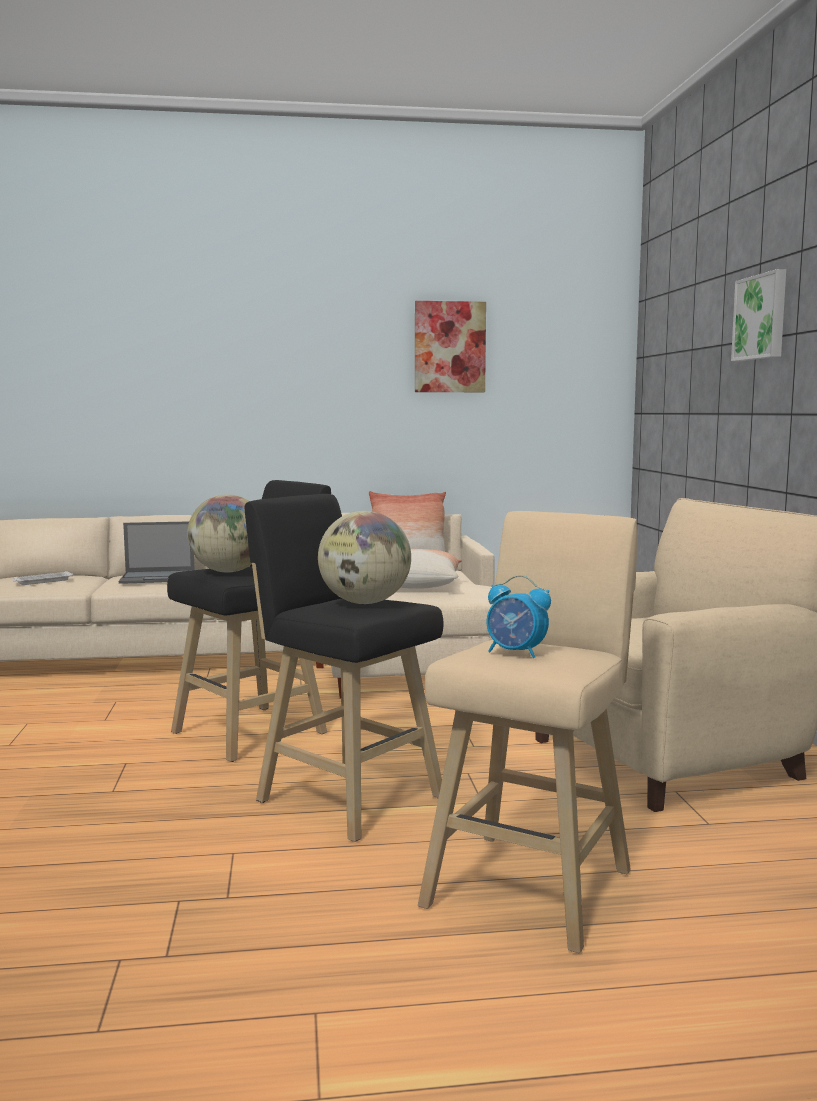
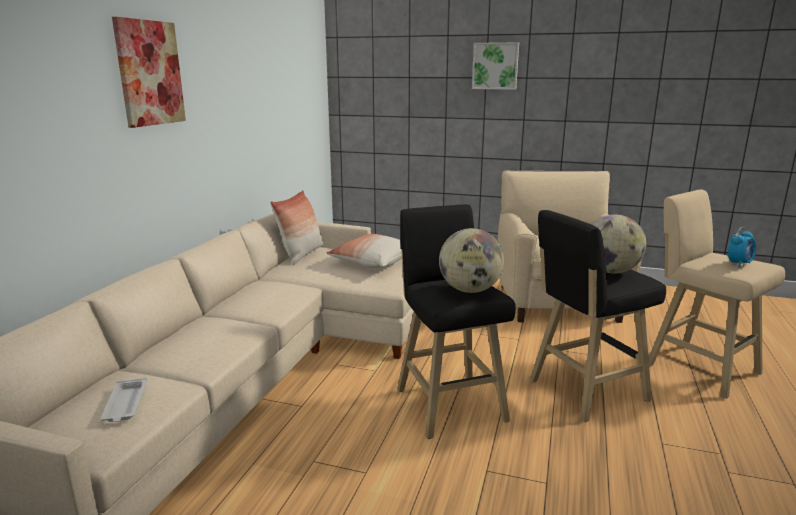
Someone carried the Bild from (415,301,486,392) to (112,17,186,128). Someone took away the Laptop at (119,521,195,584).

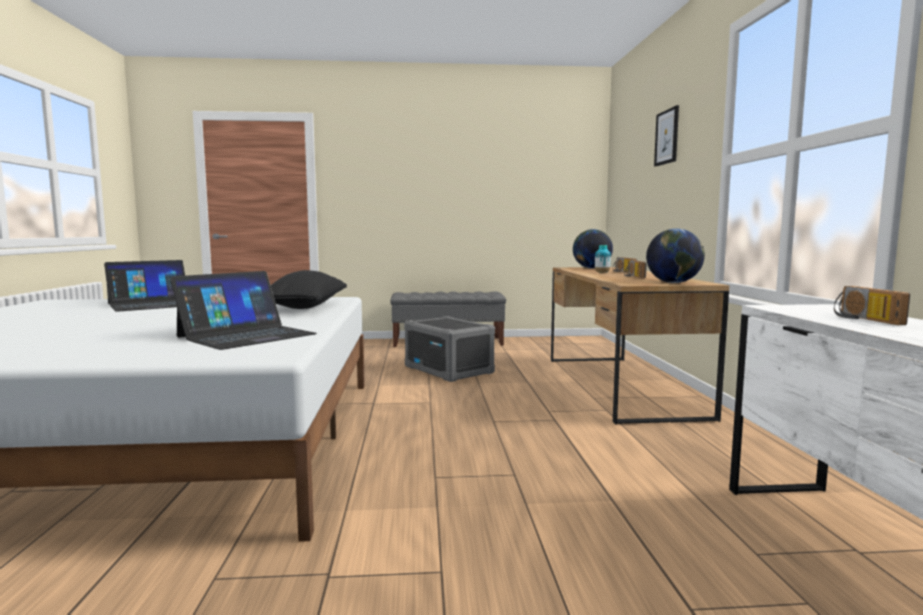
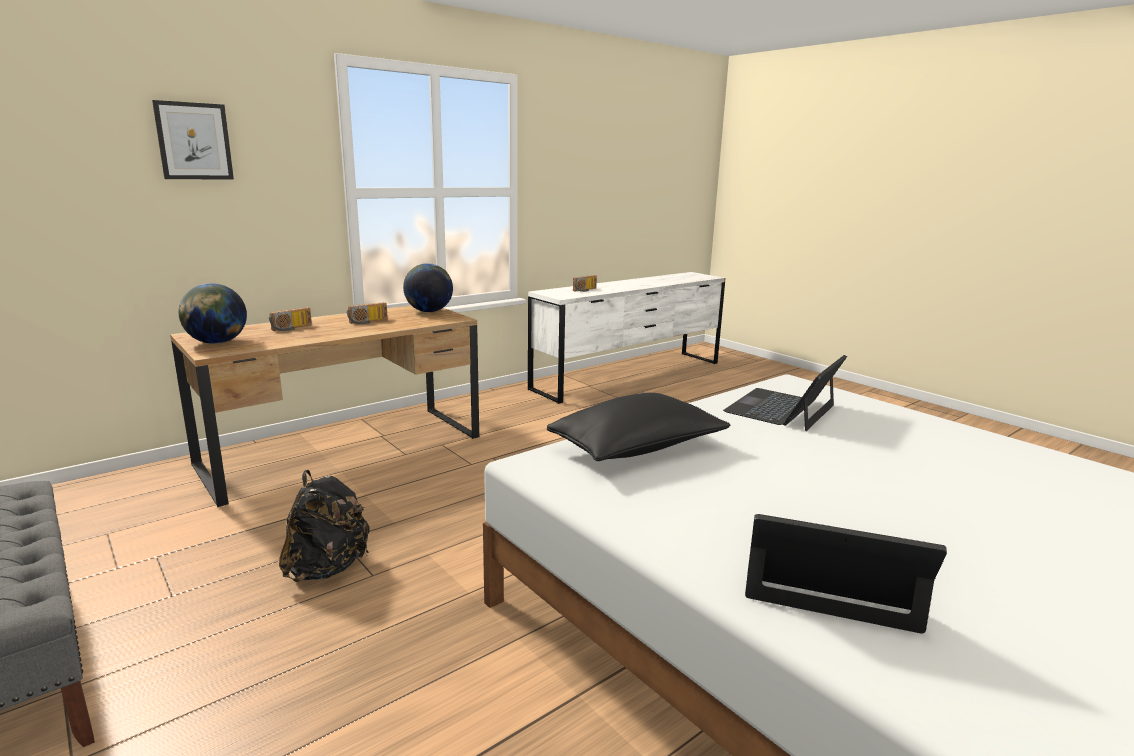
Someone swapped the Aufbewahrungsbox [grau] at (404,316,495,382) for the Rucksack [schwarz] at (279,470,370,582). Someone rotated the Laptop at (170,271,317,350) by 60 degrees counterclockwise. Someone took away the Vase at (595,245,611,273).

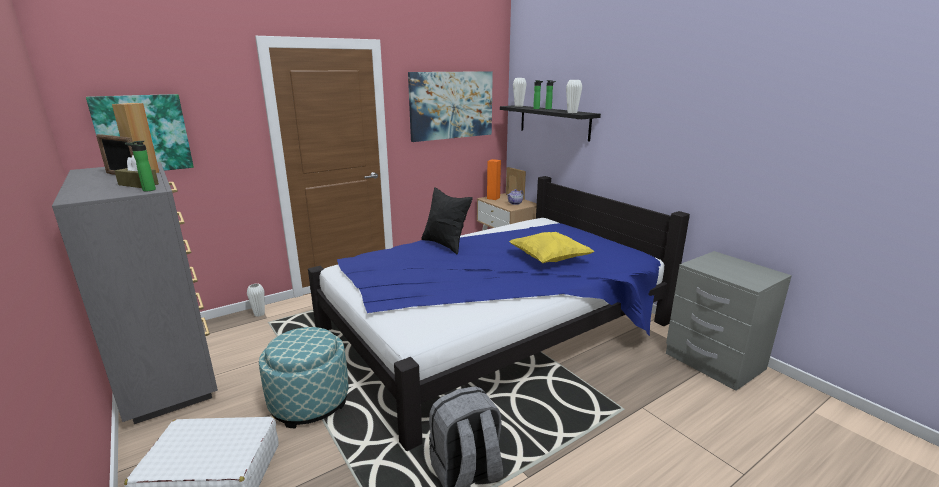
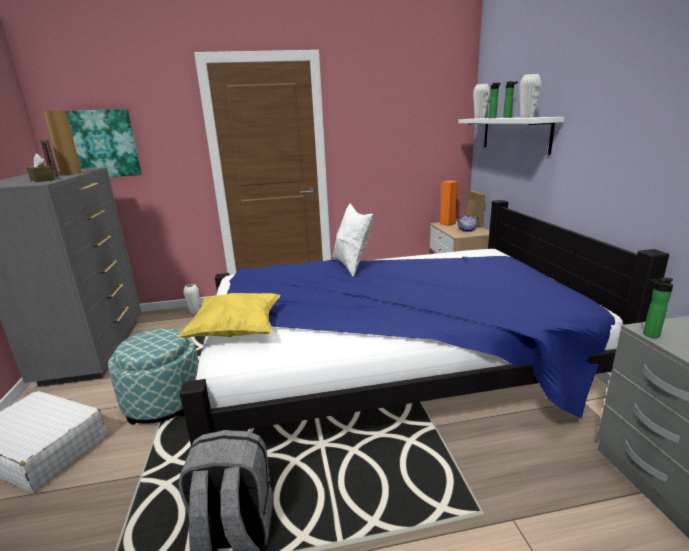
Someone carried the Kissen [gelb] from (509,232,595,263) to (178,293,281,338). Someone repainted the Kissen [schwarz] at (421,187,473,254), which became the Kissen [weiß] at (333,203,374,277). Someone repainted the Wandregal [schwarz] at (500,105,601,141), which became the Wandregal [weiß] at (458,117,564,155). Someone carried the Flasche from (125,141,156,191) to (643,278,673,338). Someone took away the Bild at (408,71,493,142).

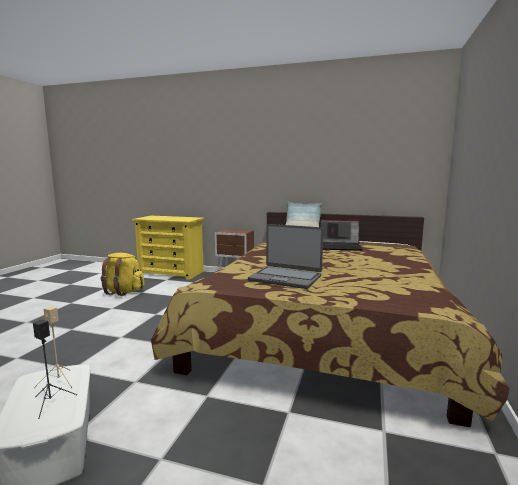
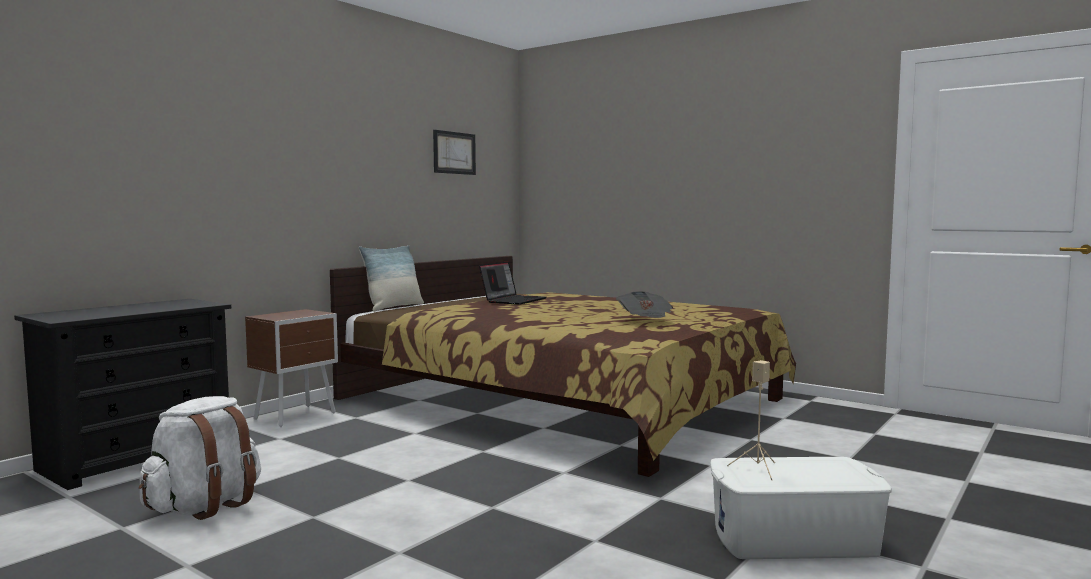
Someone repainted the Kommode [gelb] at (132,216,204,280), which became the Kommode [schwarz] at (14,299,231,490). Someone repainted the Rucksack [gelb] at (101,253,145,296), which became the Rucksack [weiß] at (139,396,261,520). Someone put up the Bild at (433,130,476,175). Someone swapped the Laptop at (248,224,324,289) for the Zeitung at (616,291,673,318). Someone took away the Lautsprecher [schwarz] at (33,320,77,419).

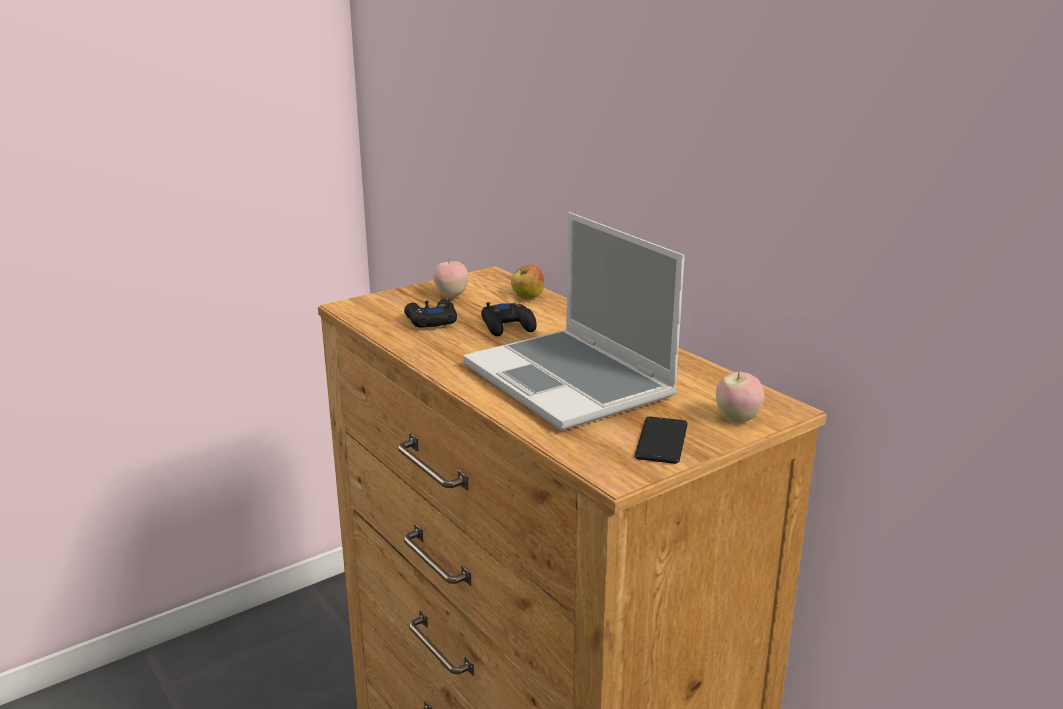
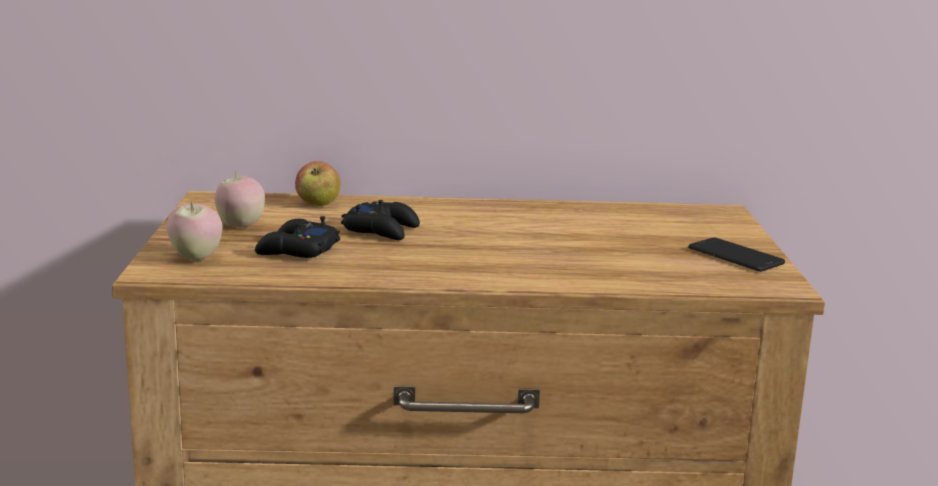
Someone carried the Apfel from (716,369,764,423) to (166,199,223,260). Someone took away the Laptop at (463,212,685,431).

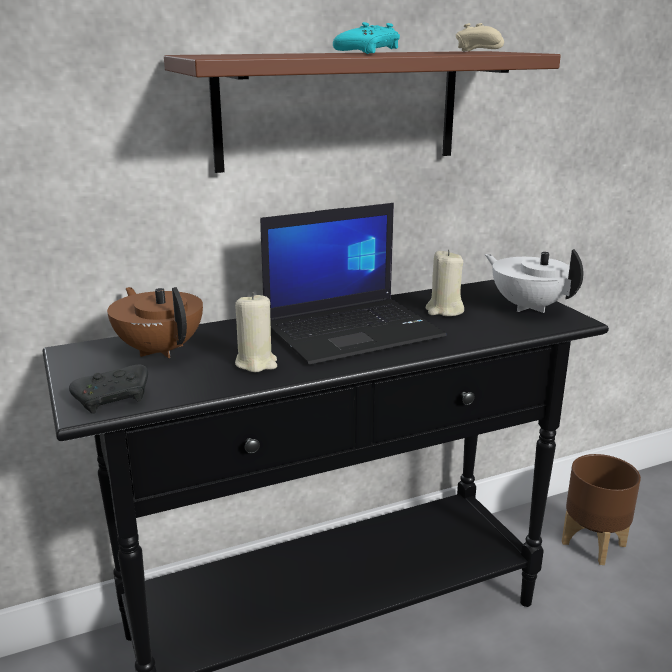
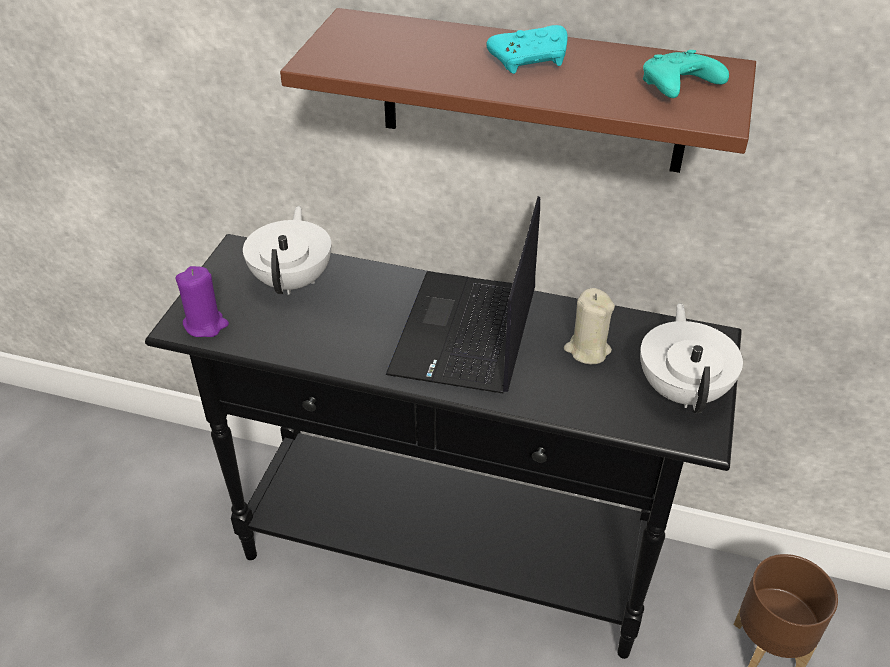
Someone swapped the Gamepad [schwarz] at (69,365,148,414) for the Kerze [lila] at (176,266,229,337). Someone repainted the Teekanne [braun] at (107,287,203,358), which became the Teekanne [weiß] at (243,206,331,295). Someone rotated the Laptop at (260,203,447,364) by 90 degrees clockwise. Someone repainted the Gamepad [beige] at (456,23,504,52), which became the Gamepad [türkis] at (643,50,729,98). Someone took away the Kerze [beige] at (235,292,277,372).

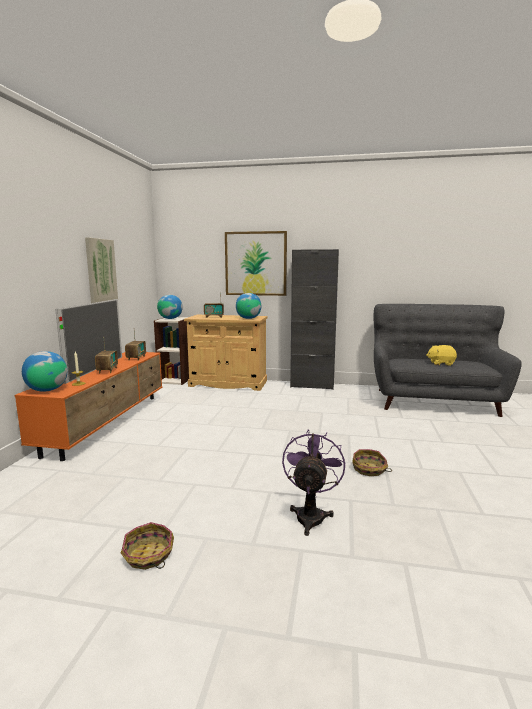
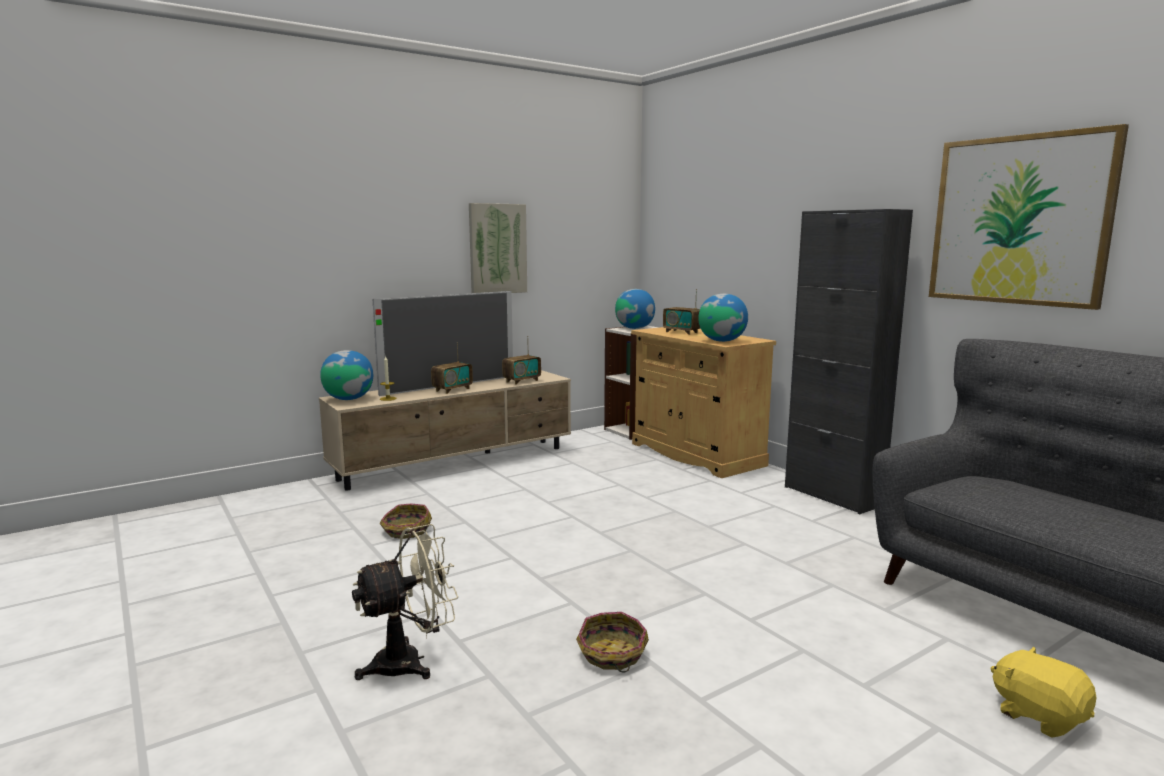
Someone repainted the Fernsehschrank [orange] at (15,352,162,461), which became the Fernsehschrank [beige] at (319,370,571,490). Someone repainted the Ventilator [lila] at (282,430,345,536), which became the Ventilator [beige] at (352,524,458,680). Someone carried the Korb from (120,522,174,570) to (380,504,432,539). Someone carried the Bild from (225,231,287,296) to (929,124,1129,310). Someone carried the Plüschtier [gelb] from (426,345,457,366) to (990,647,1096,738).

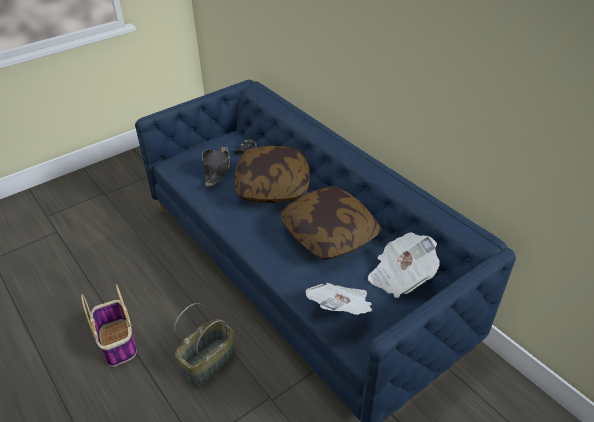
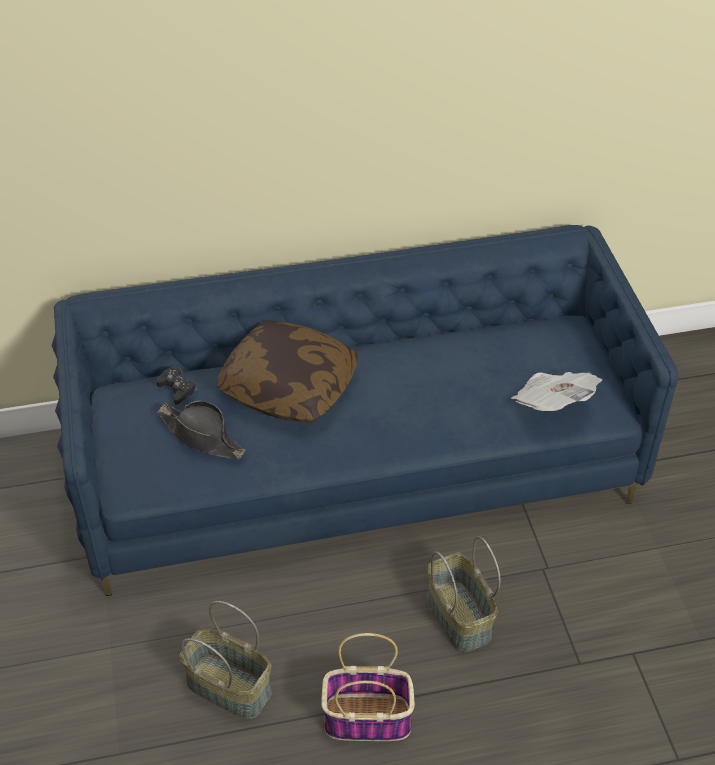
Someone put down the Korb at (179,601,272,719). Someone took away the Kissen at (280,186,382,260). Someone took away the Zeitung at (368,232,440,298).

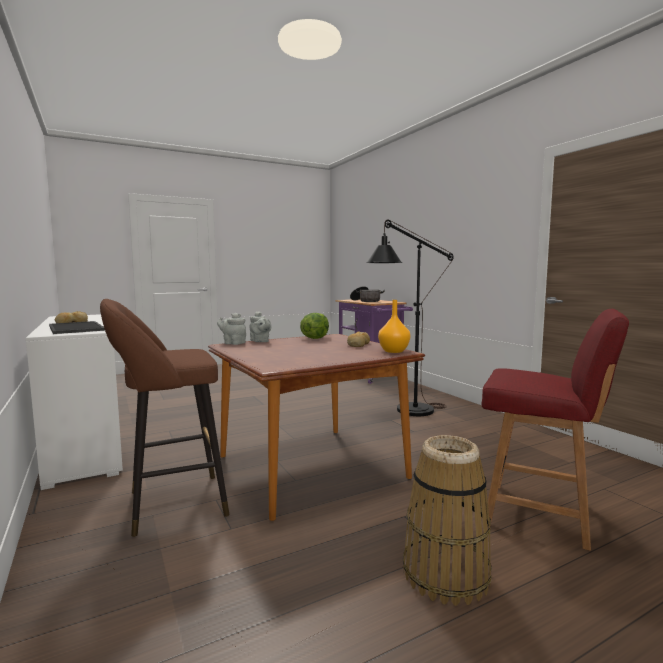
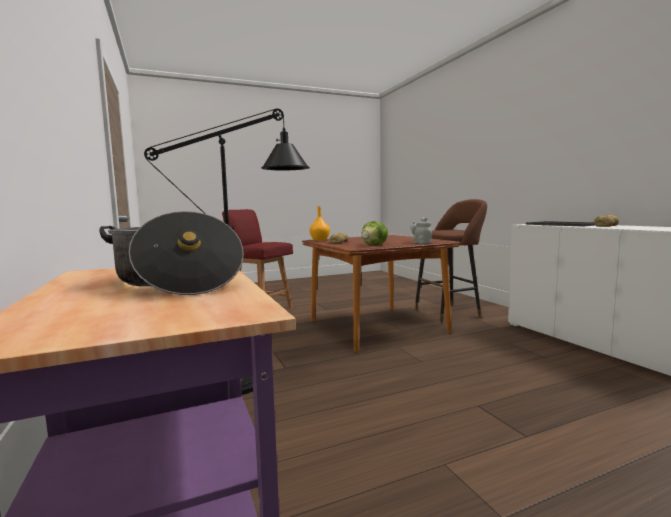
Someone took away the Teekanne [grau] at (217,313,246,345). Someone took away the Korb at (403,435,492,606).

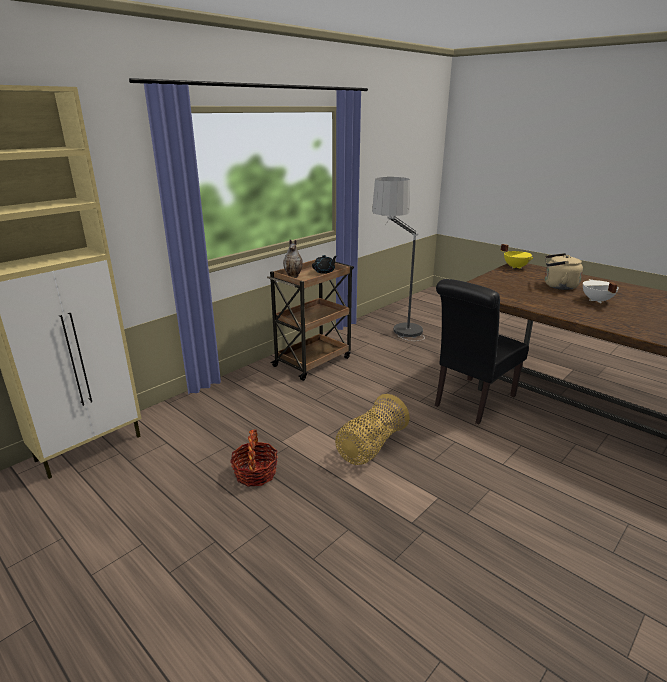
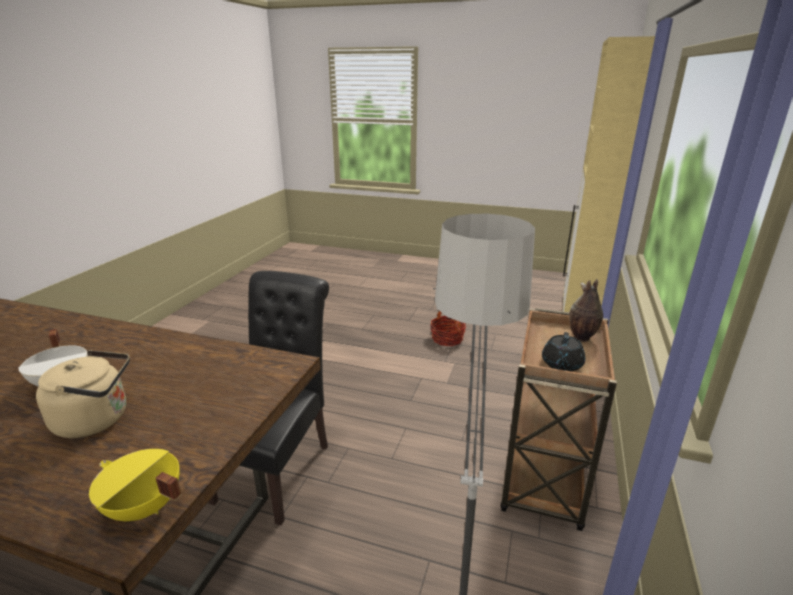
Someone took away the Korb at (335,394,410,465).

